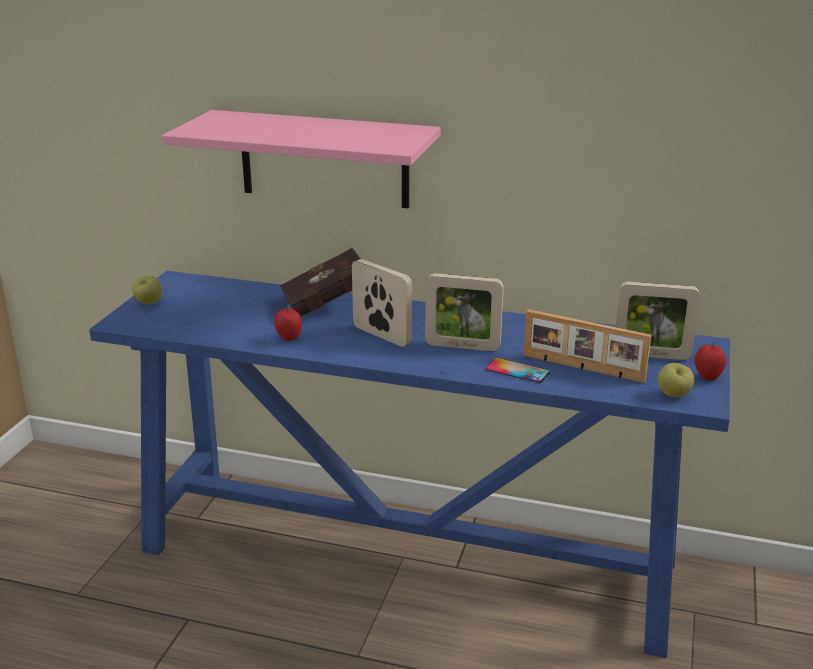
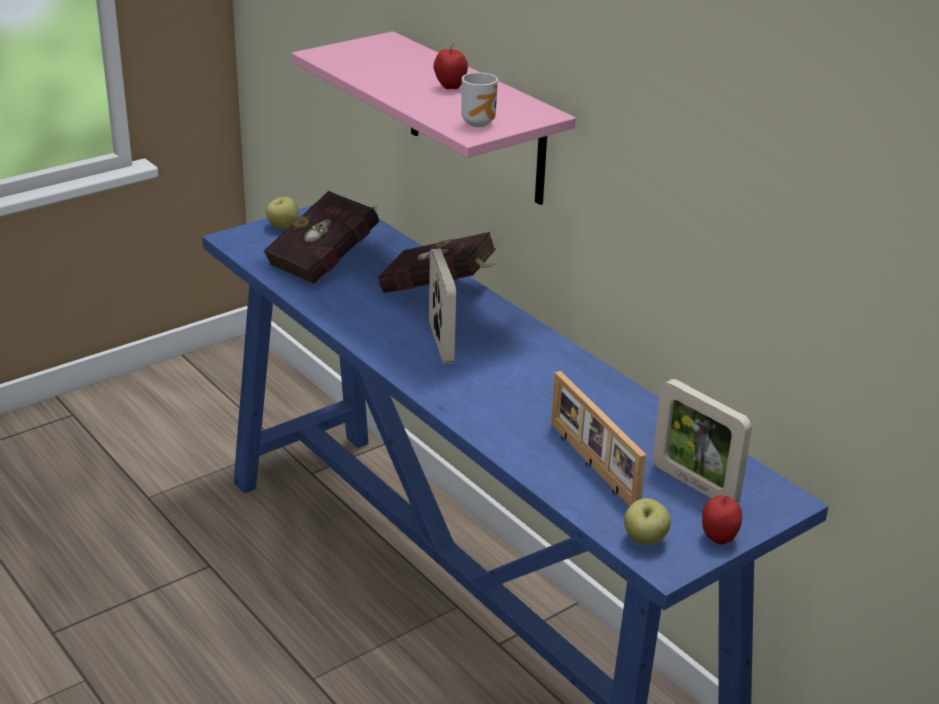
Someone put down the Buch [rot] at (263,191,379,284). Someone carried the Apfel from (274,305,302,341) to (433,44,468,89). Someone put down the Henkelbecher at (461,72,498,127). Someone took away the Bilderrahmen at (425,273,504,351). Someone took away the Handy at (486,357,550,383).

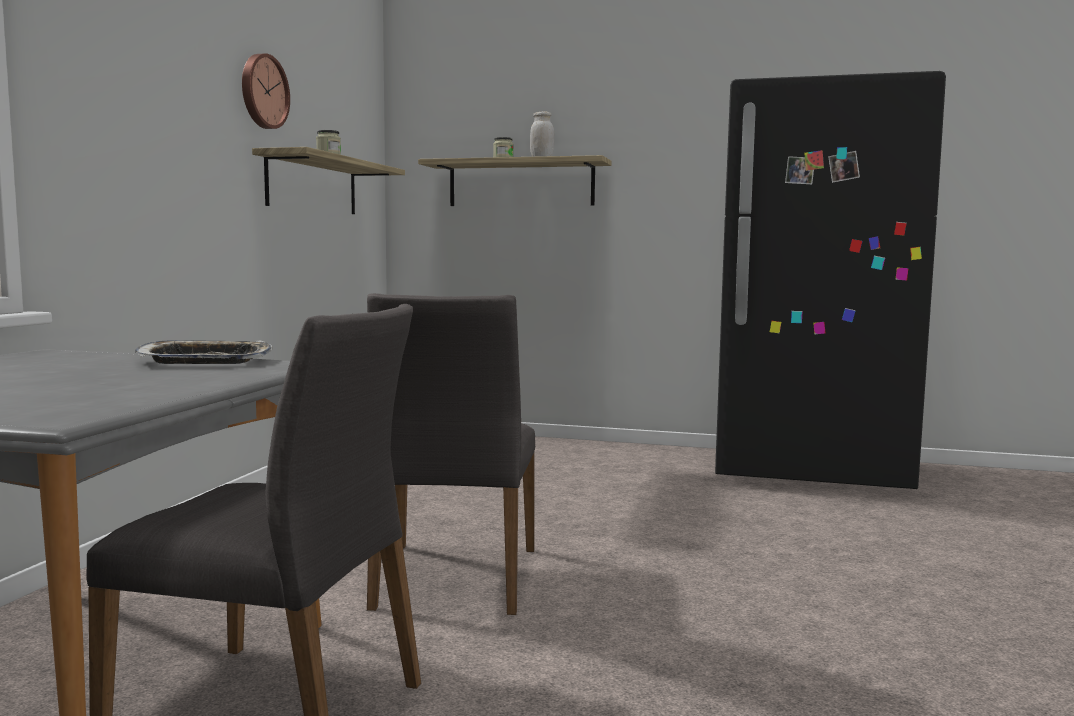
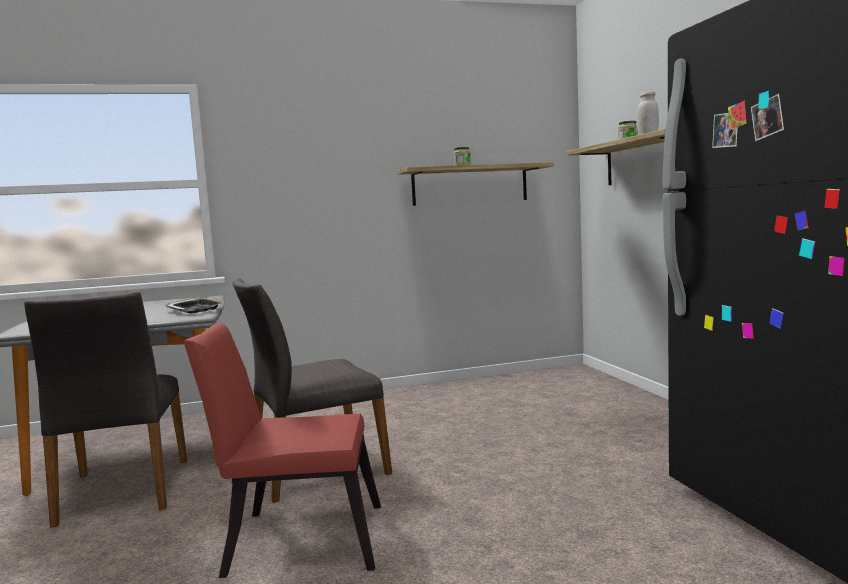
Someone put down the Stuhl [rot] at (183,323,381,578). Someone took away the Wanduhr at (242,53,290,129).

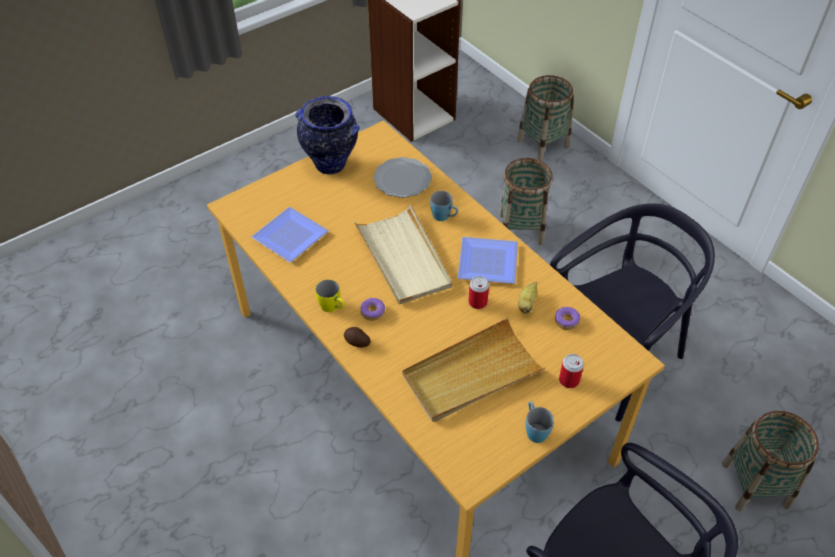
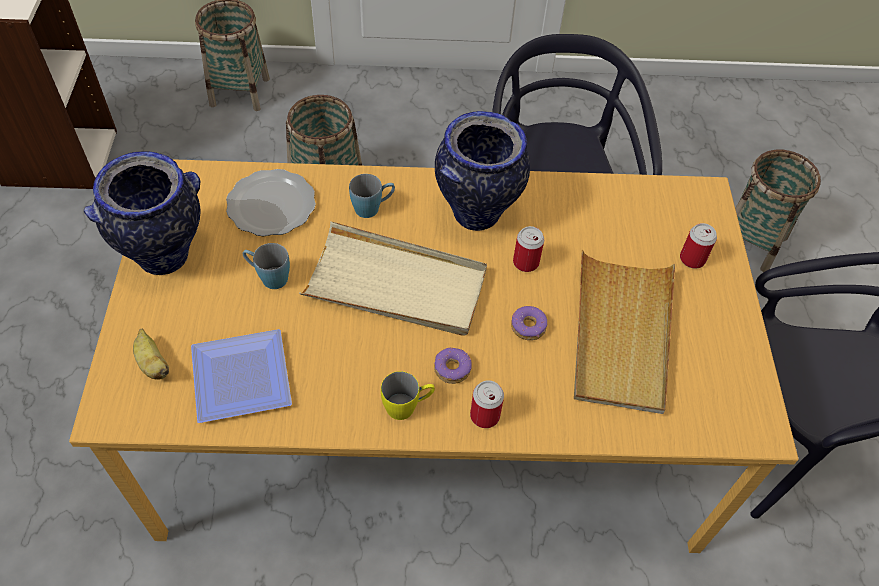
Someone carried the Banane from (518,282,537,314) to (133,329,169,379). Someone carried the Henkelbecher [blau] from (526,401,554,443) to (242,243,290,289). Someone swapped the Teller at (458,237,518,284) for the Vase at (435,111,530,231). Someone swapped the Kartoffel at (344,327,371,347) for the Dose at (470,380,504,428). Someone carried the Donut from (555,307,580,330) to (511,306,547,340).

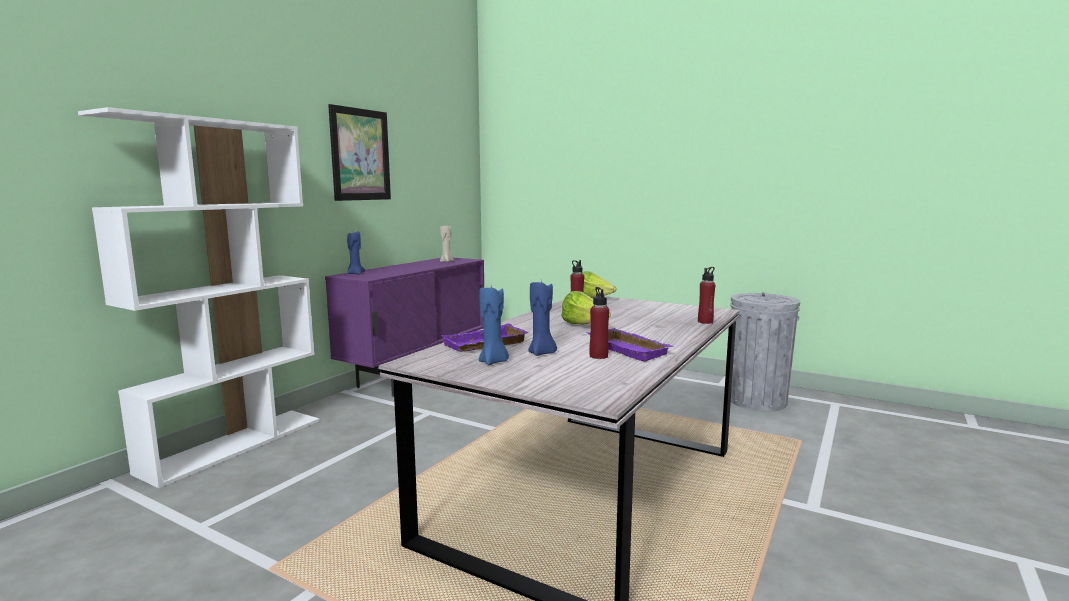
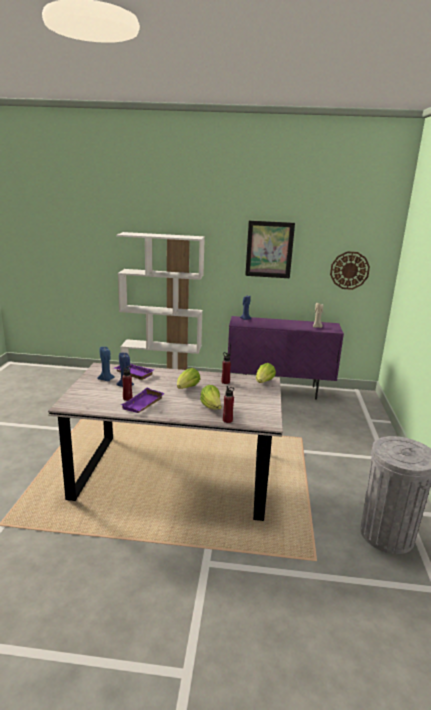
Someone put down the Salatkopf at (200,385,222,410). Someone put up the Wanduhr at (330,251,370,290).

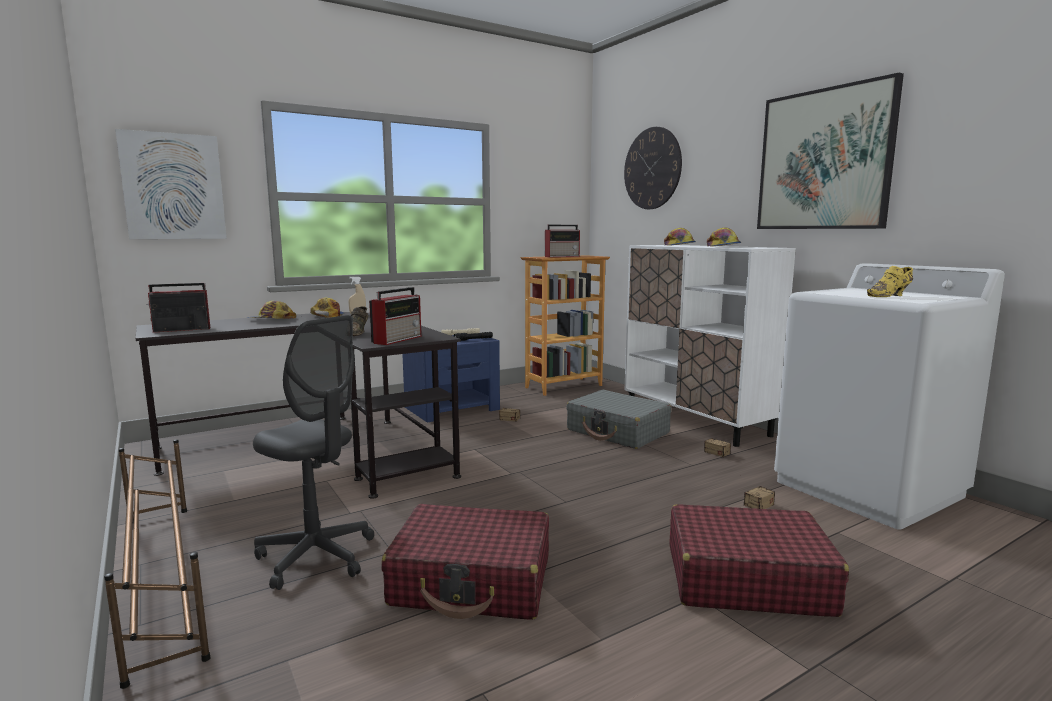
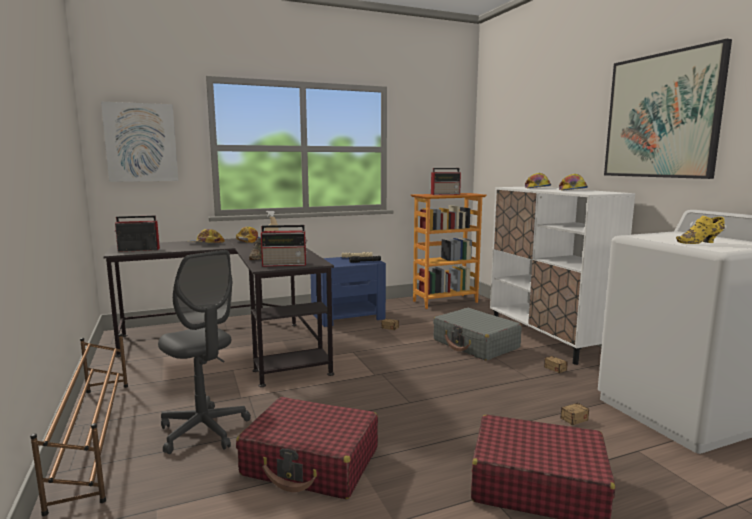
Someone rotated the Radio at (369,287,421,345) by 45 degrees clockwise. Someone took away the Wanduhr at (624,127,682,209).

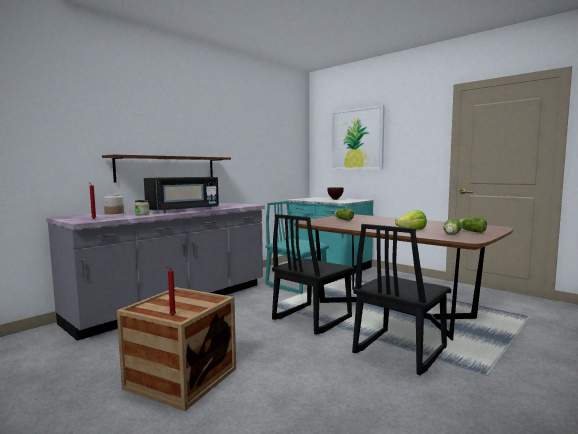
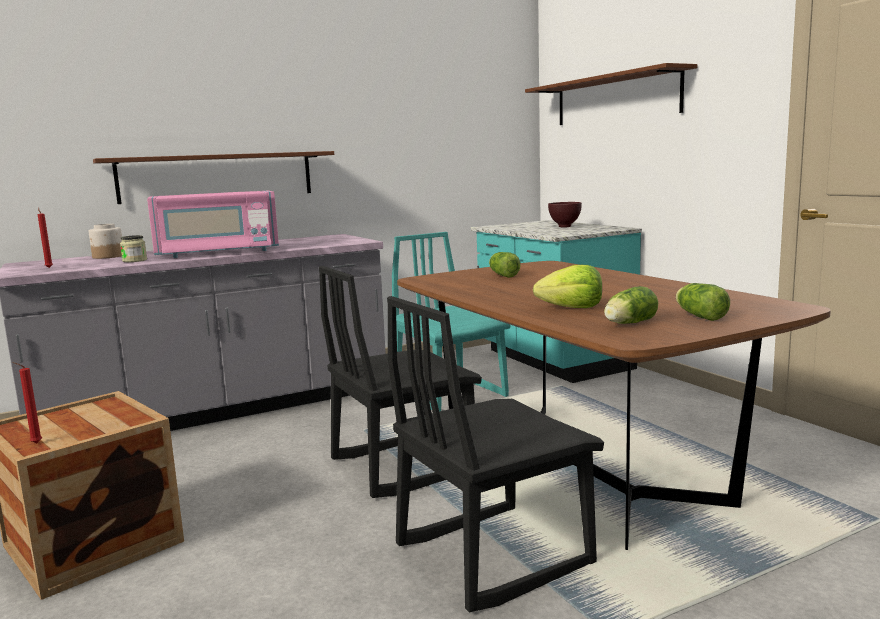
Someone repainted the Mikrowelle [schwarz] at (144,177,219,213), which became the Mikrowelle [rosa] at (147,191,279,258). Someone swapped the Bild at (331,105,385,170) for the Wandregal [braun] at (525,63,698,125).

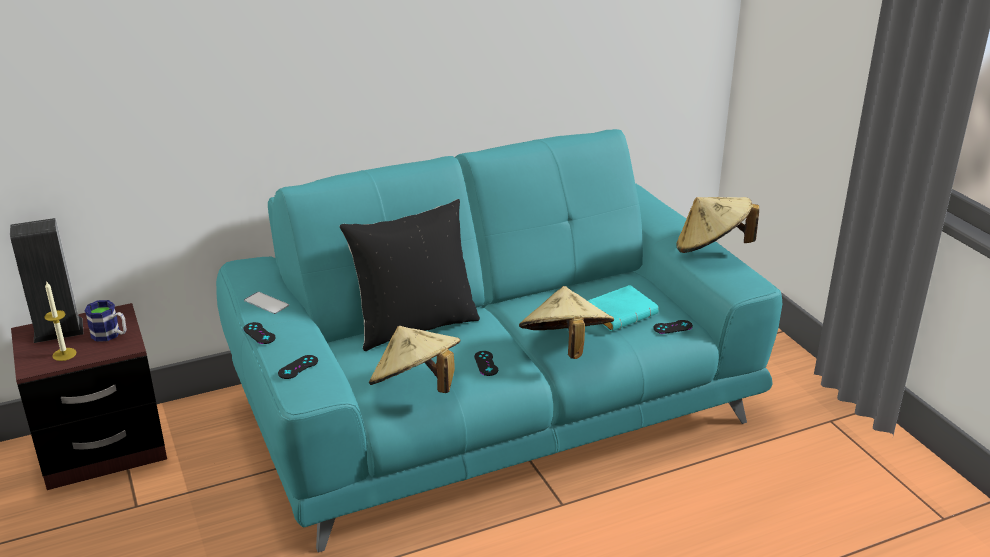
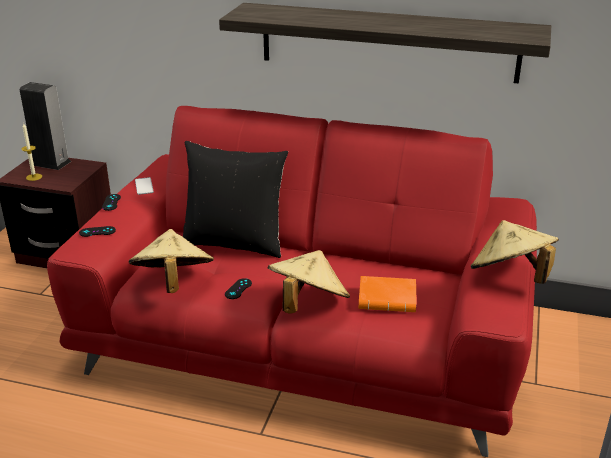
Someone repainted the Sofa [türkis] at (216,129,782,552), which became the Sofa [rot] at (47,106,537,457). Someone put up the Wandregal at (219,3,551,84). Someone repainted the Buch [türkis] at (588,285,659,331), which became the Buch [orange] at (358,276,417,312). Someone took away the Henkelbecher at (85,300,127,342). Someone took away the Gamepad [schwarz] at (653,320,693,334).

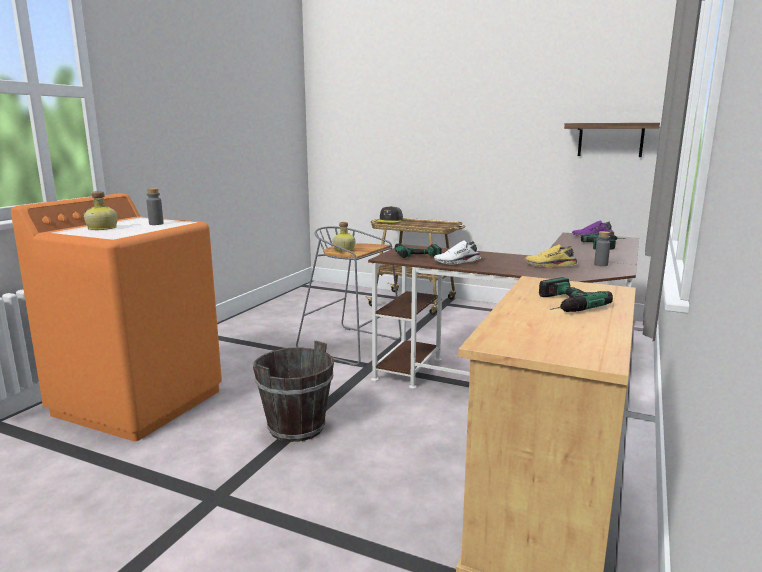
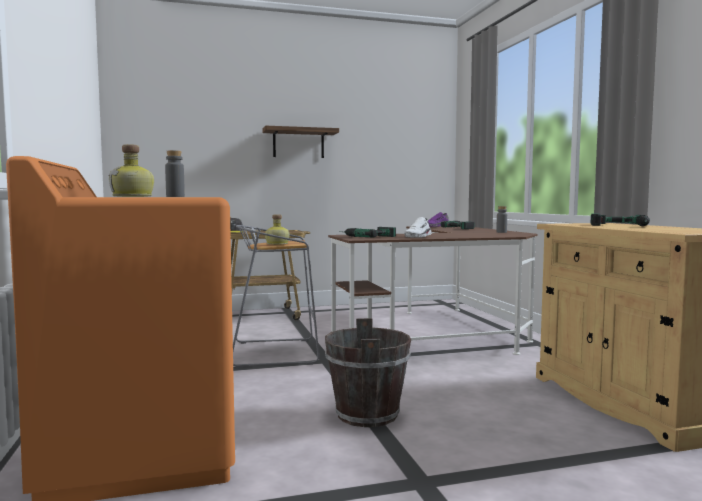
Someone carried the Wandregal from (564,123,660,157) to (262,126,339,158). Someone took away the Schuh [gelb] at (525,244,578,267).

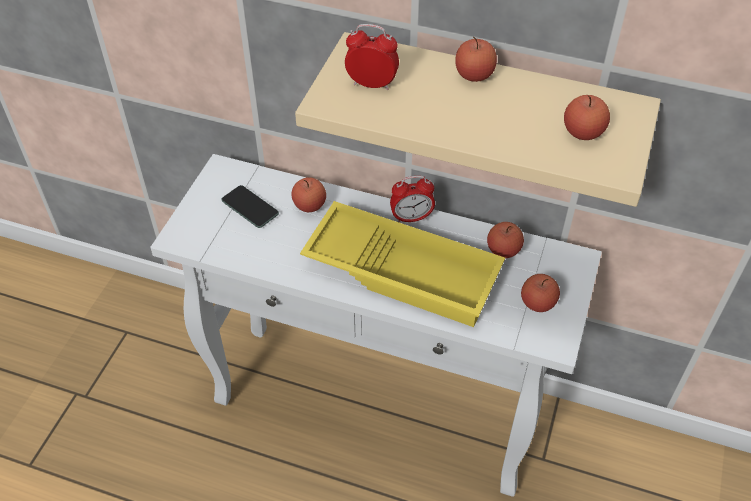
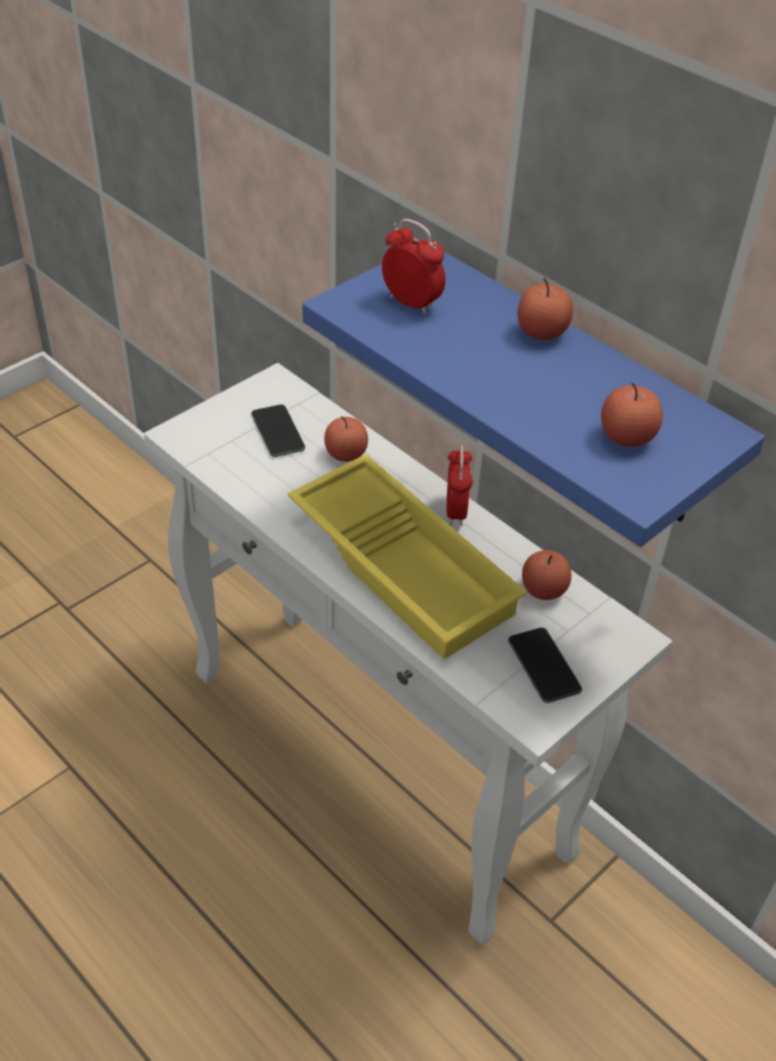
Someone repainted the Wandregal [beige] at (295,32,661,207), which became the Wandregal [blau] at (302,252,765,547). Someone rotated the Wecker at (390,176,435,222) by 105 degrees counterclockwise. Someone swapped the Apfel at (521,274,560,312) for the Handy at (508,628,582,703).

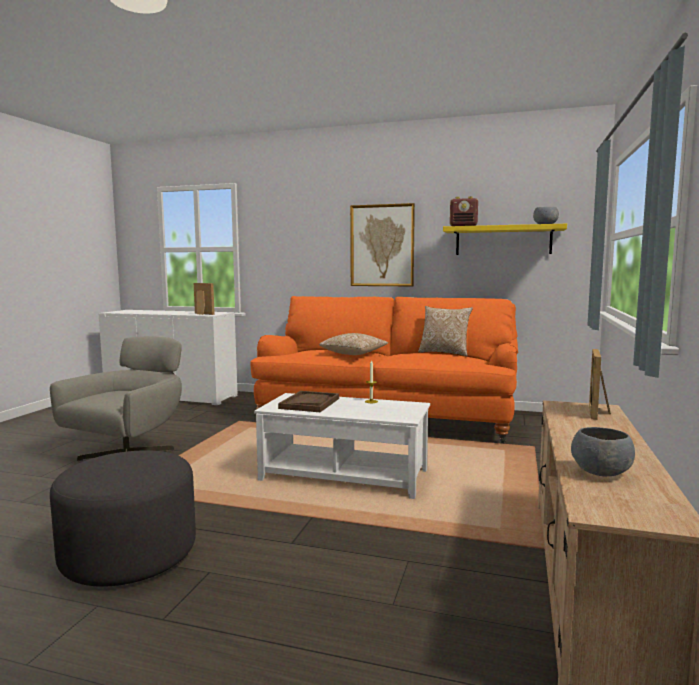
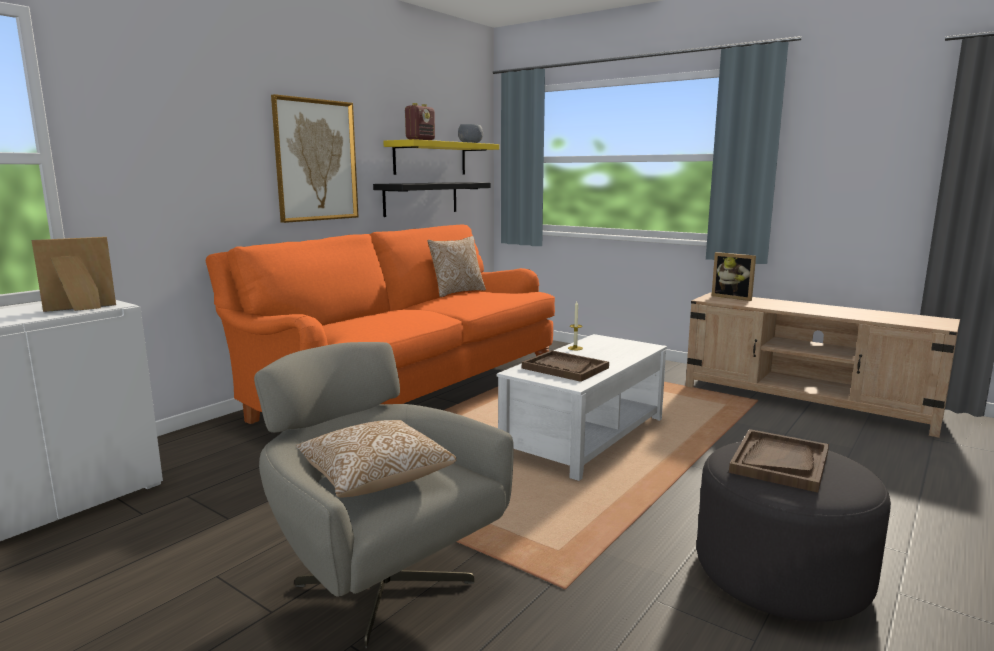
Someone carried the Kissen from (319,333,388,355) to (296,420,456,497). Someone put up the Wandregal [schwarz] at (373,182,490,217). Someone put down the Tablett [braun] at (729,429,829,493). Someone took away the Schüssel [grau] at (571,427,635,476).

